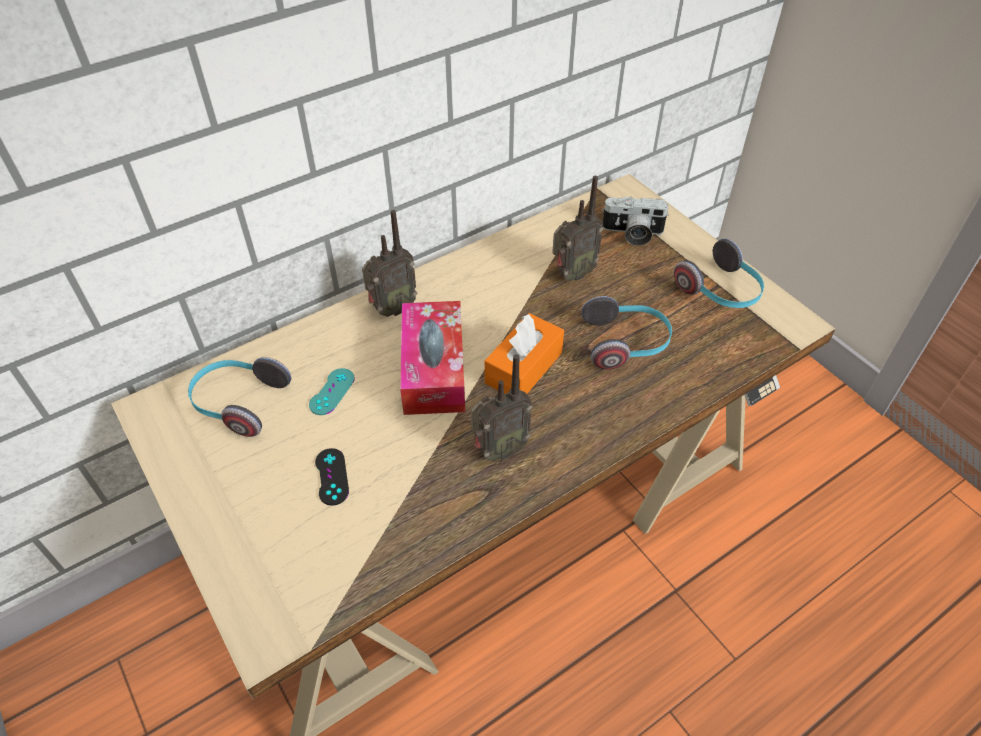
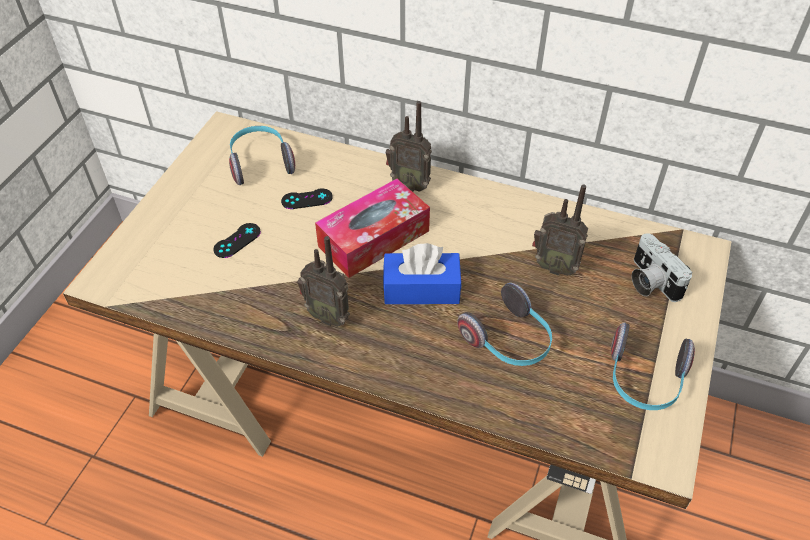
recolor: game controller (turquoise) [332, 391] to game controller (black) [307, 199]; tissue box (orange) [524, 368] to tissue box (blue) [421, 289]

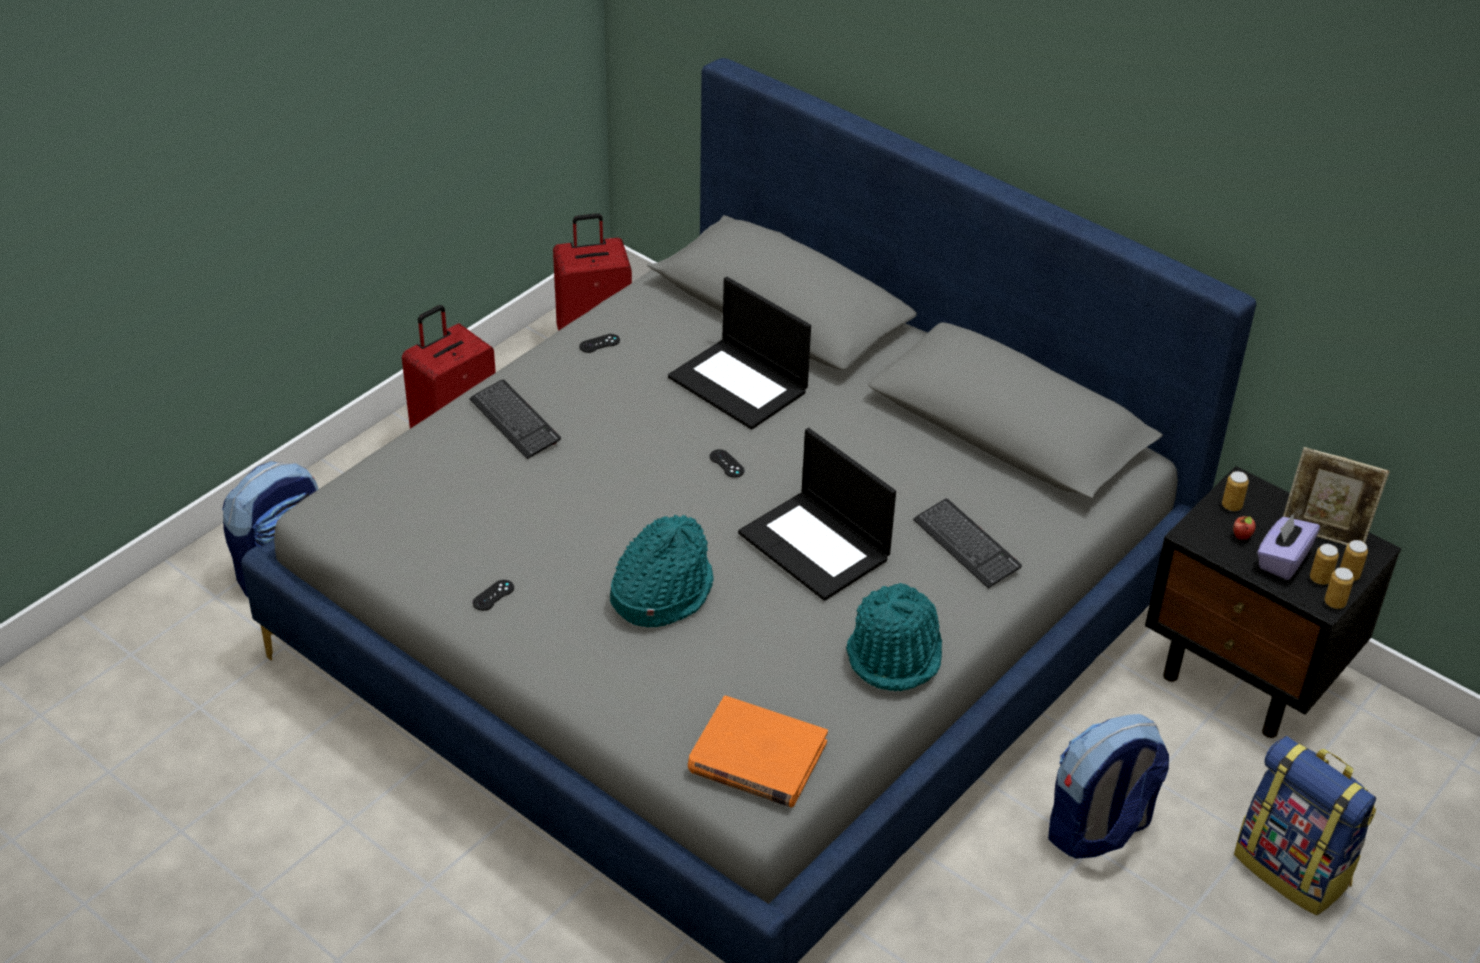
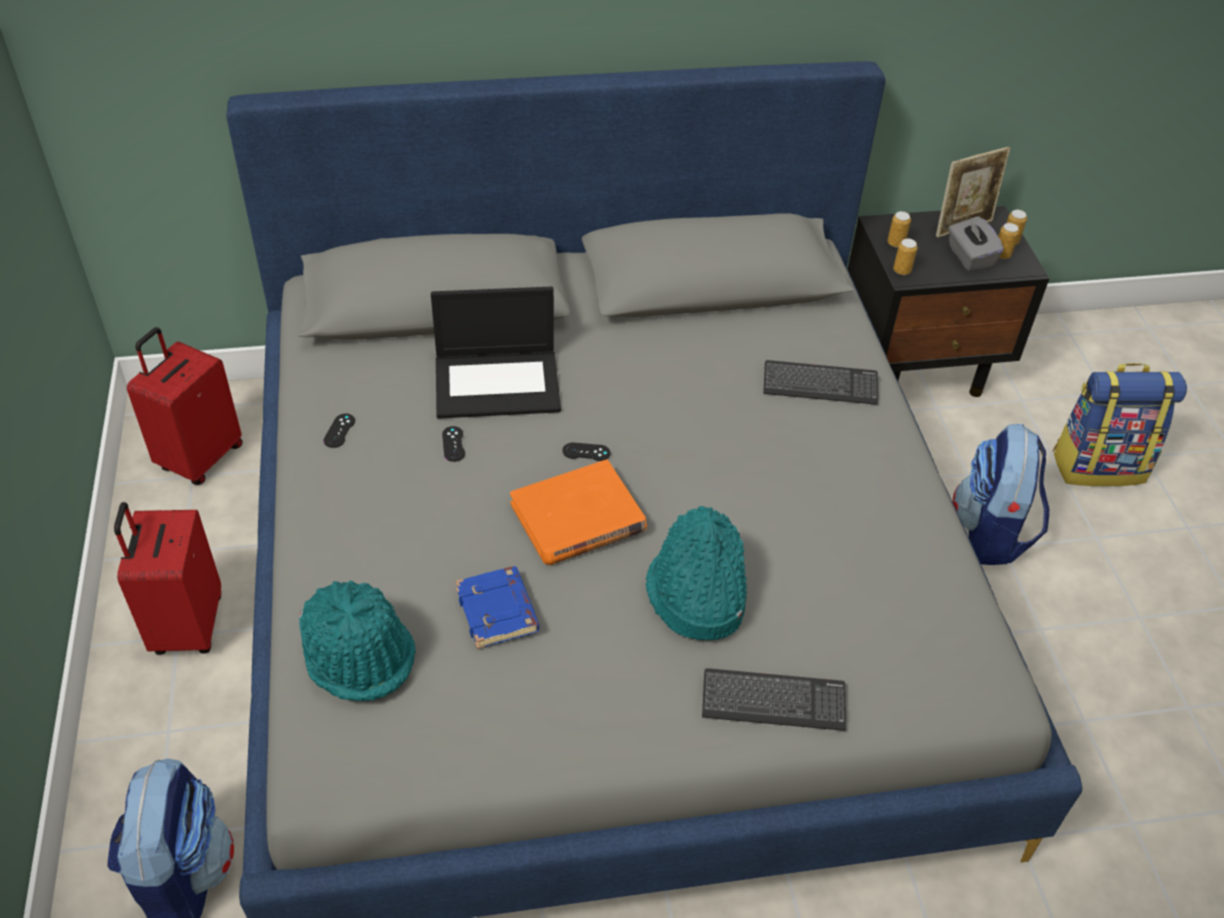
delete: laptop [816, 546]; apple [1242, 537]
insert: book (blue) [499, 611]
move: keyboard [515, 421] to [773, 701]; game controller (black) [493, 595] to [453, 444]; book (orange) [757, 757] to [578, 518]; hat (turquoise) [895, 654] to [359, 653]; can [1334, 603] to [901, 270]
recolor: tissue box (purple) [1282, 560] to tissue box (grey) [969, 257]

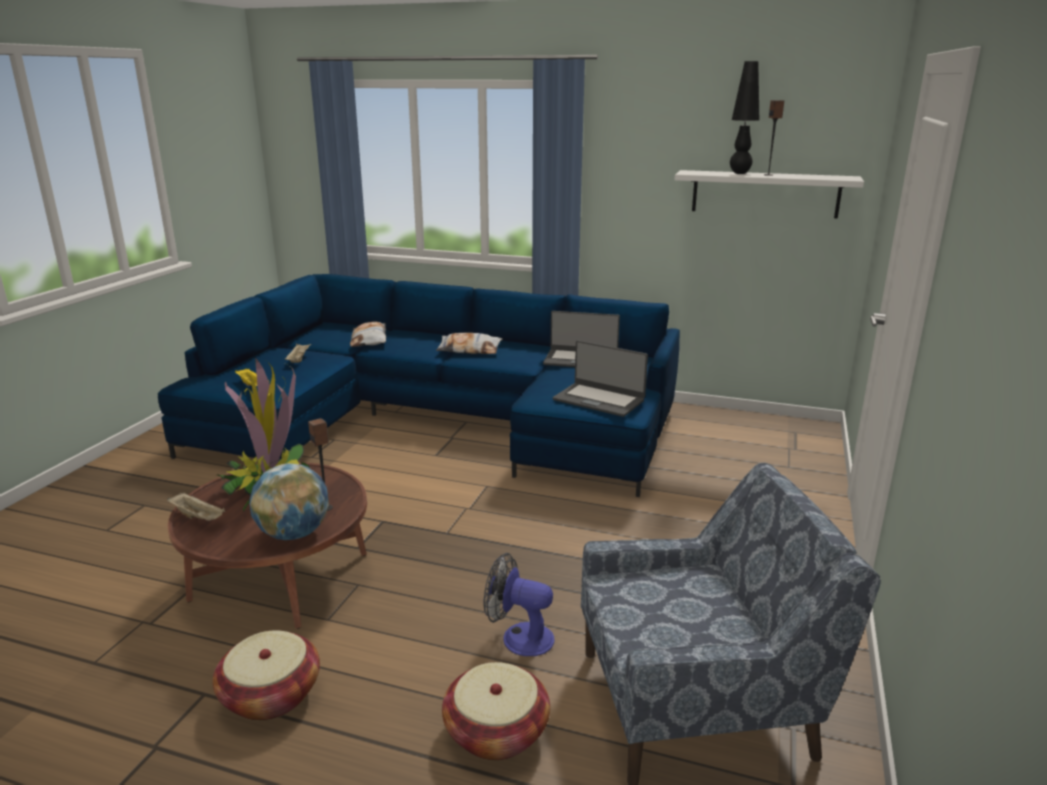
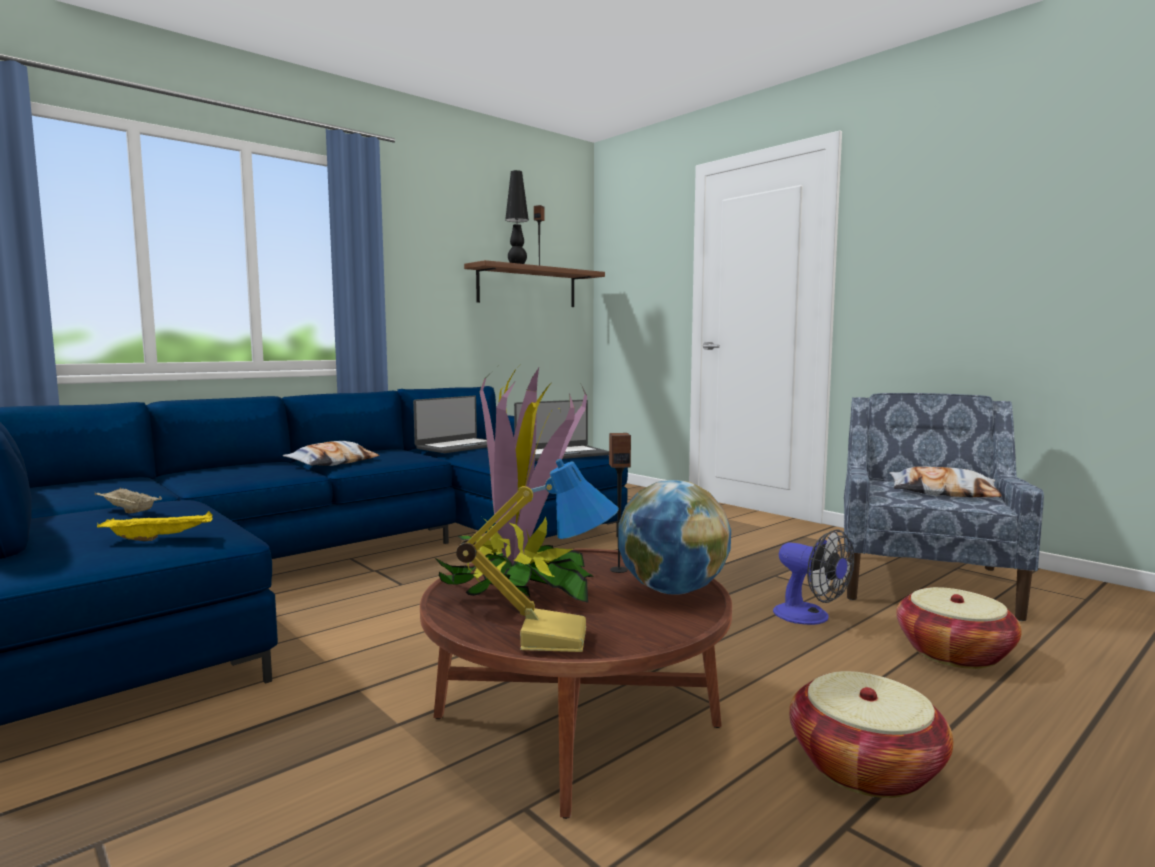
move: pillow [370, 340] to [943, 492]
replace: tray (beige) [198, 517] to table lamp [553, 636]
recolor: shelf (white) [765, 194] to shelf (brown) [527, 287]
rotate: fan [519, 637] = [810, 617] 90 degrees counterclockwise

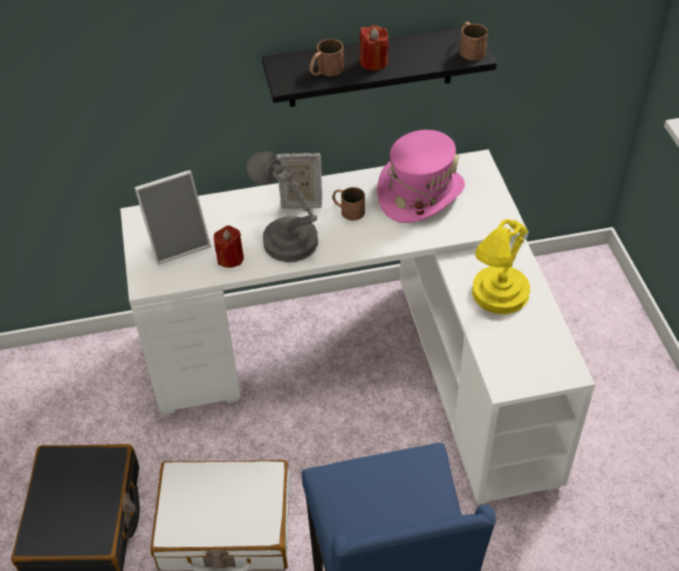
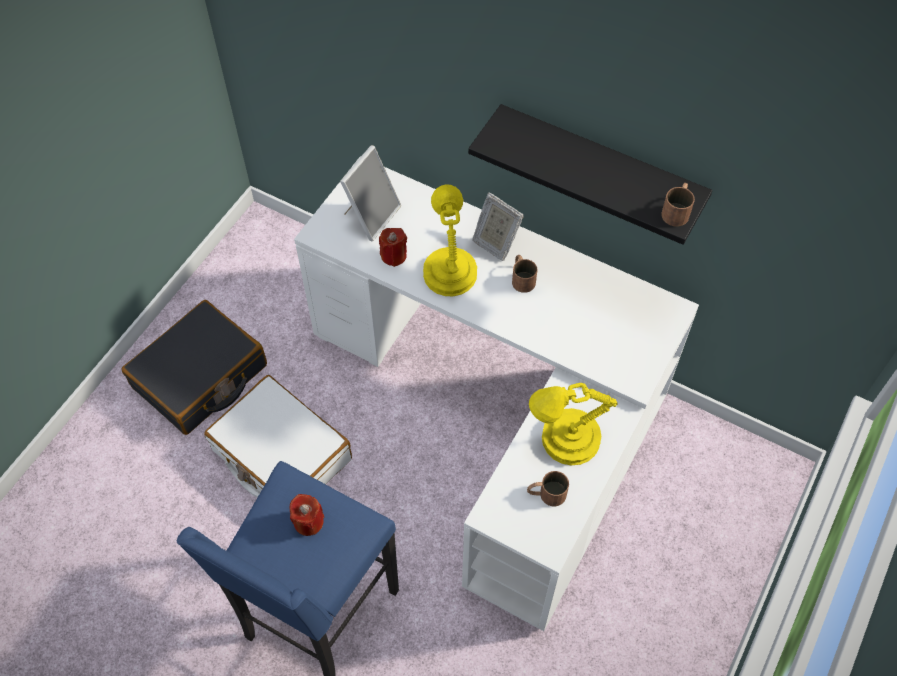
delete: hat (pink) [420, 193]
move: mug (brown) [325, 71] to [546, 494]; candle (red) [373, 62] to [308, 522]
recolor: table lamp (grey) [286, 240] to table lamp (yellow) [449, 270]
rotate: picture frame [178, 243] = [371, 215] 75 degrees counterclockwise

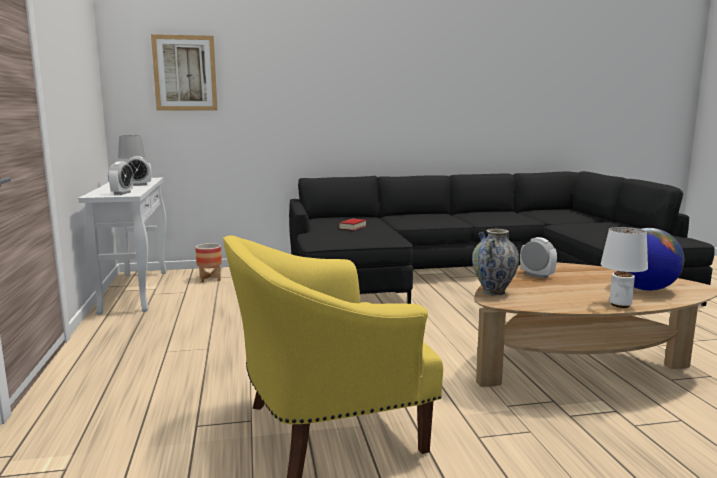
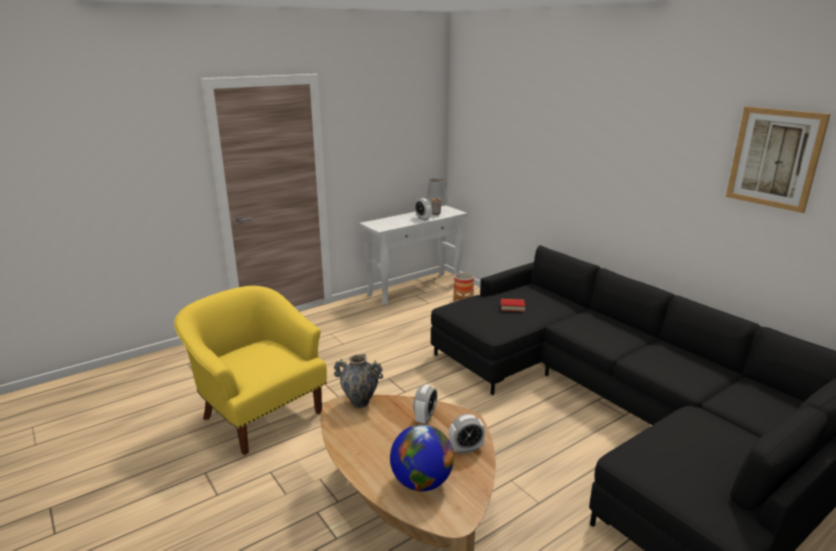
delete: table lamp (white) [620, 305]
move: alarm clock [122, 193] to [466, 448]; picture [185, 73] to [774, 158]

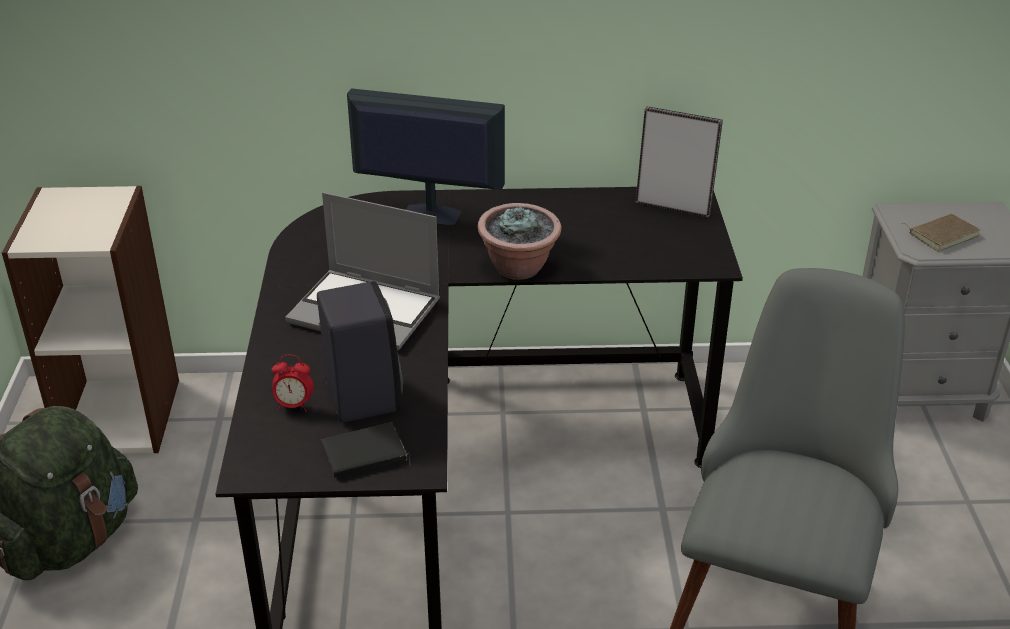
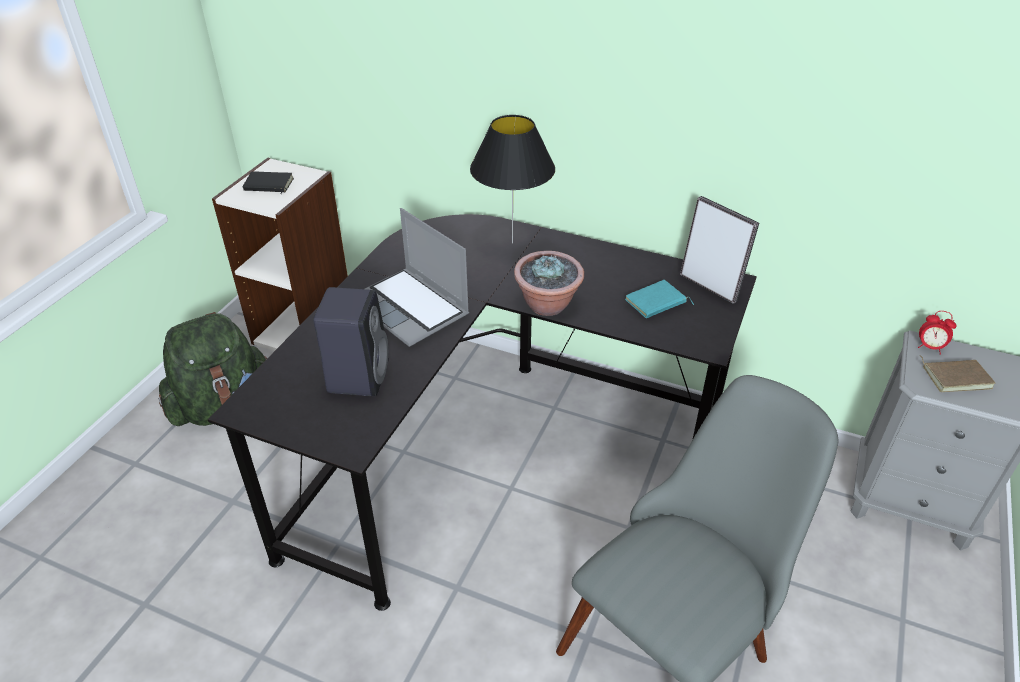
insert: book (turquoise) [656, 303]
move: alarm clock [294, 405] to [930, 347]; book (black) [365, 456] to [268, 185]
replace: monitor [429, 214] to table lamp (black) [512, 243]

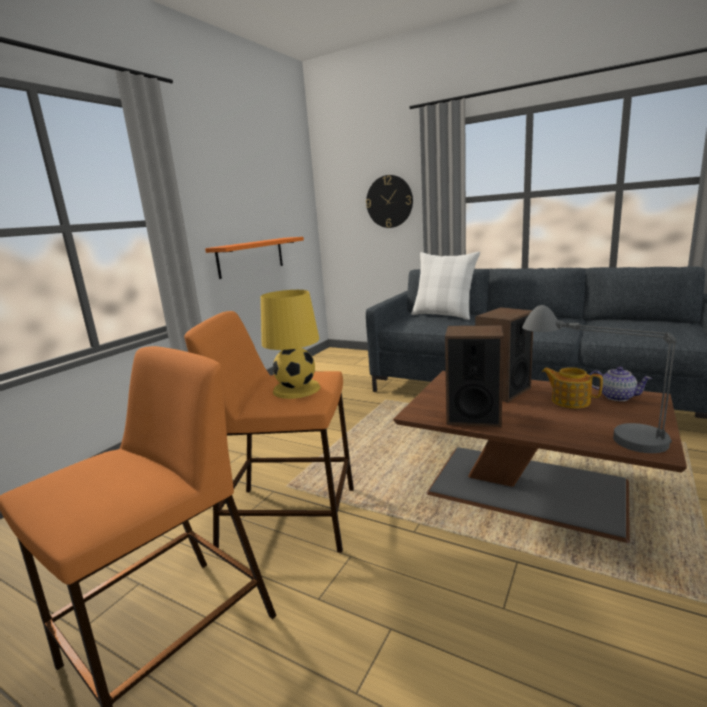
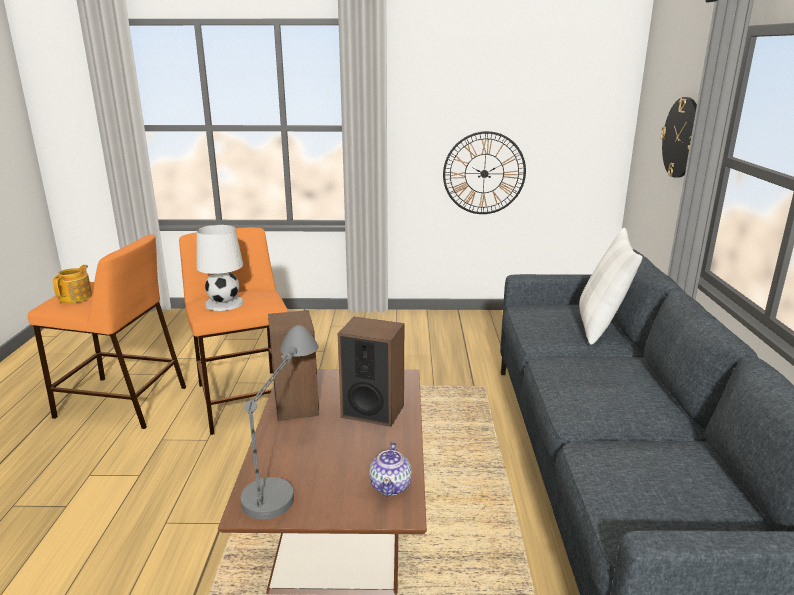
move: teapot [569, 401] to [76, 297]
replace: shelf (orange) [251, 257] to wall clock [484, 173]
recolor: table lamp (yellow) [296, 389] to table lamp (white) [224, 303]

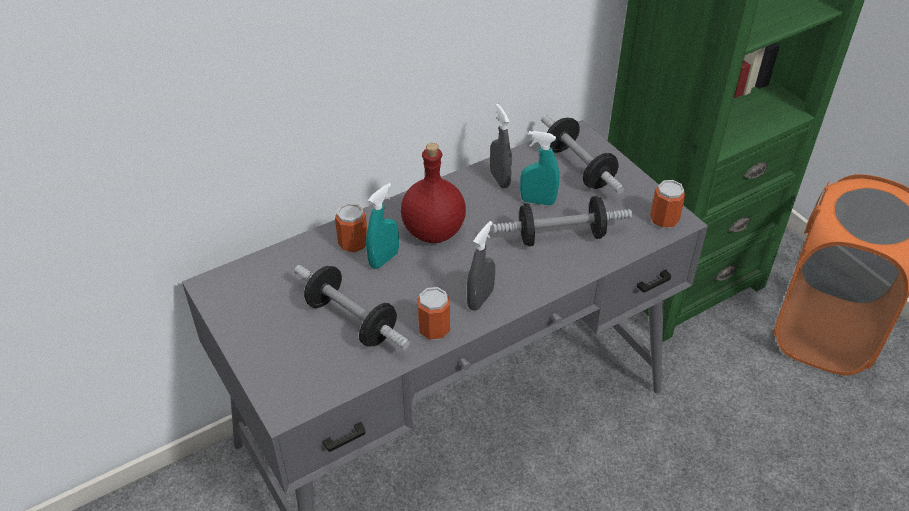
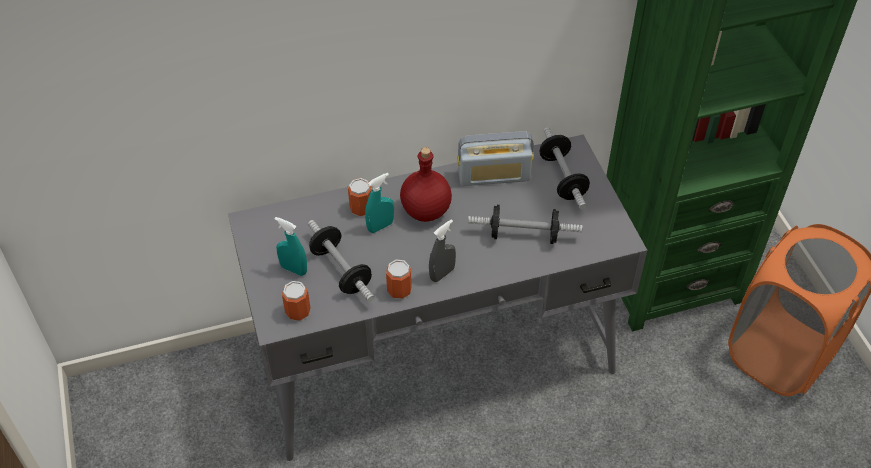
move: spray bottle (turquoise) [537, 201] to [293, 269]; can [664, 220] to [298, 312]
replace: spray bottle (grey) [499, 179] to radio [494, 176]

